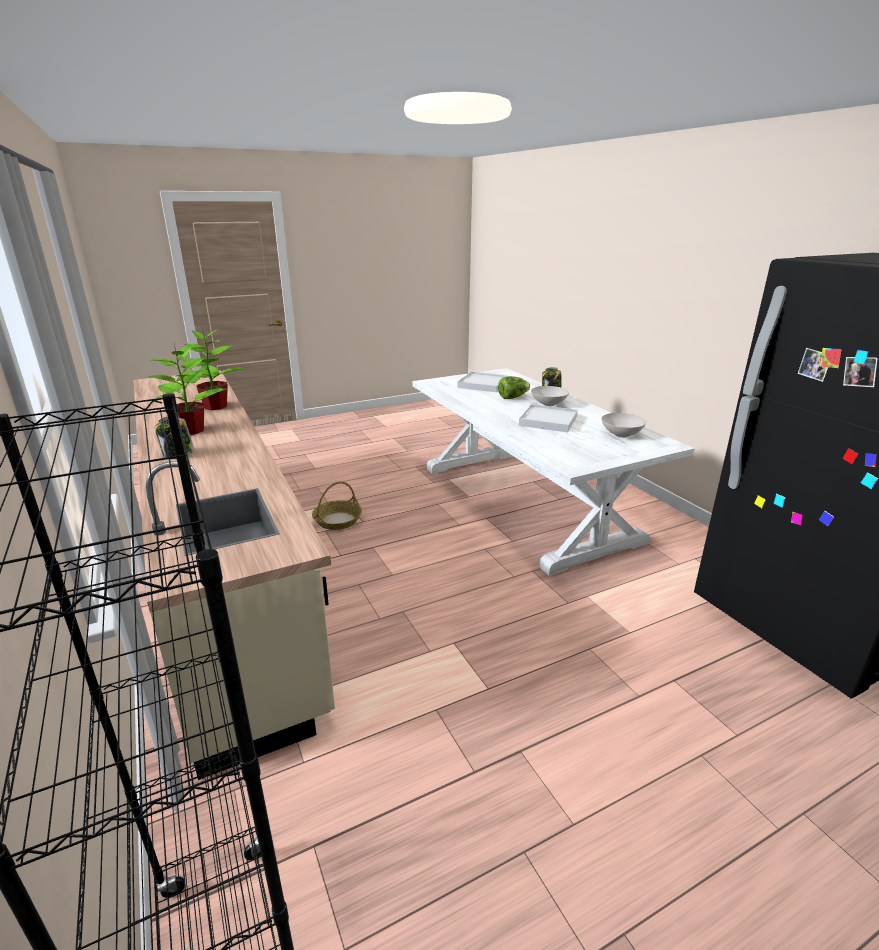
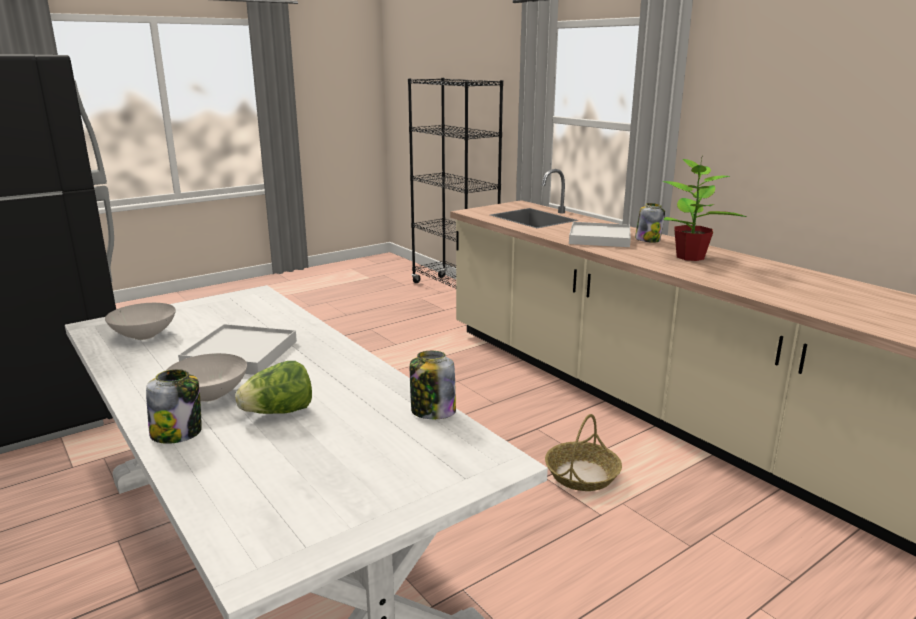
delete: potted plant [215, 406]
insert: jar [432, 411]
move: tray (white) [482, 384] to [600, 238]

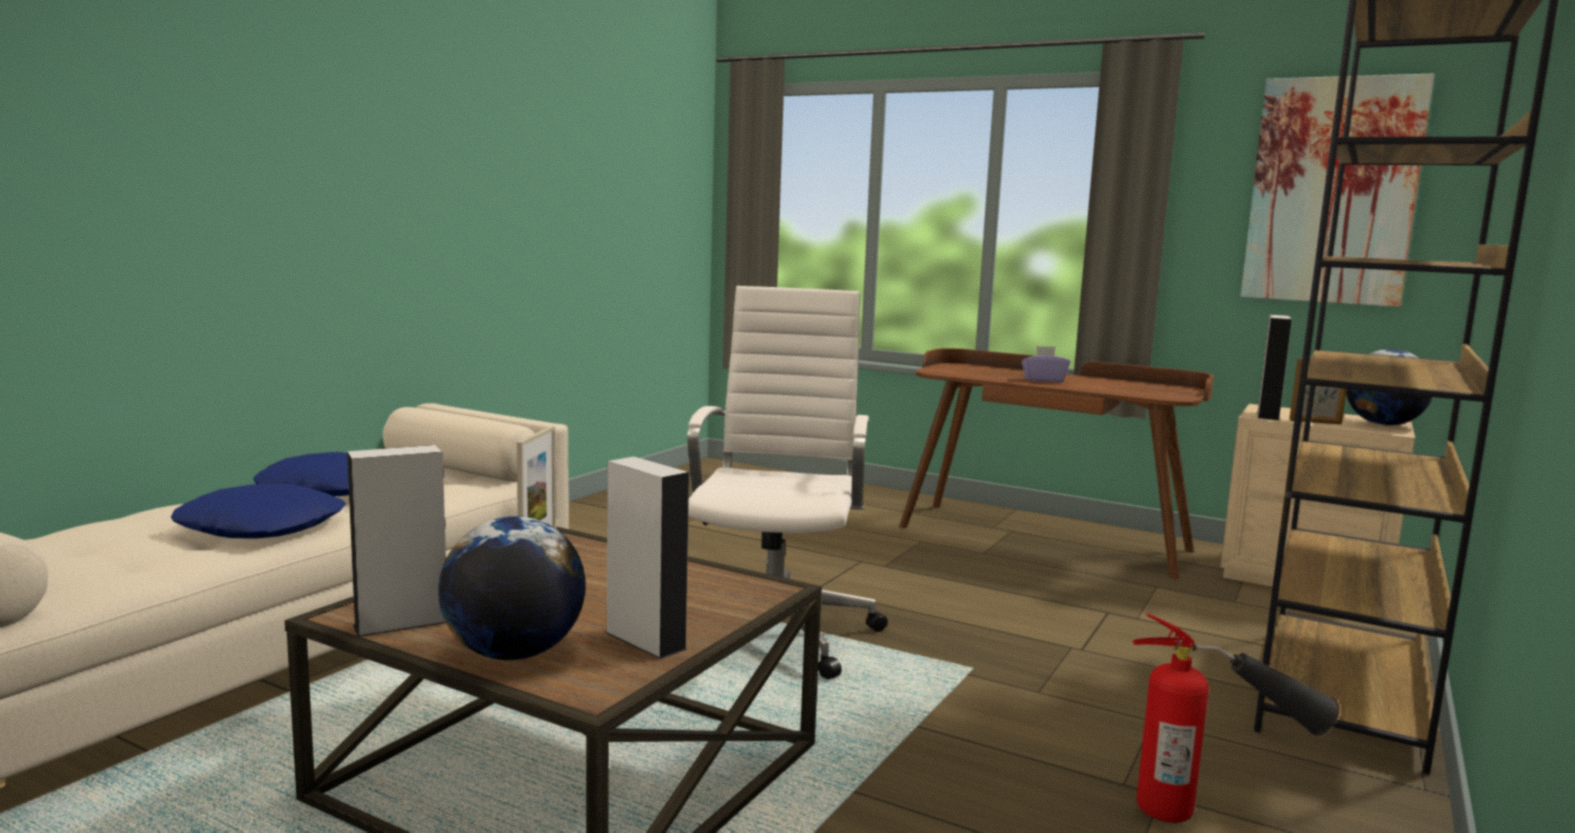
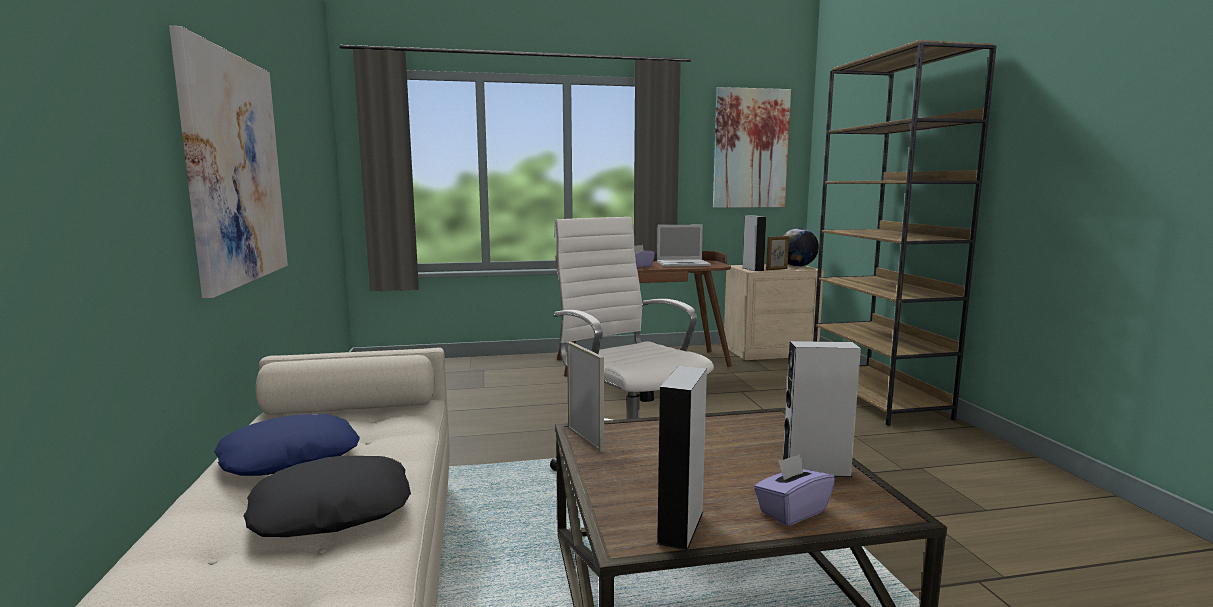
delete: fire extinguisher [1217, 812]
insert: picture [235, 169]; laptop [684, 263]
replace: globe [513, 654] to tissue box (purple) [792, 511]
recolor: pillow (blue) [262, 527] to pillow (black) [332, 509]

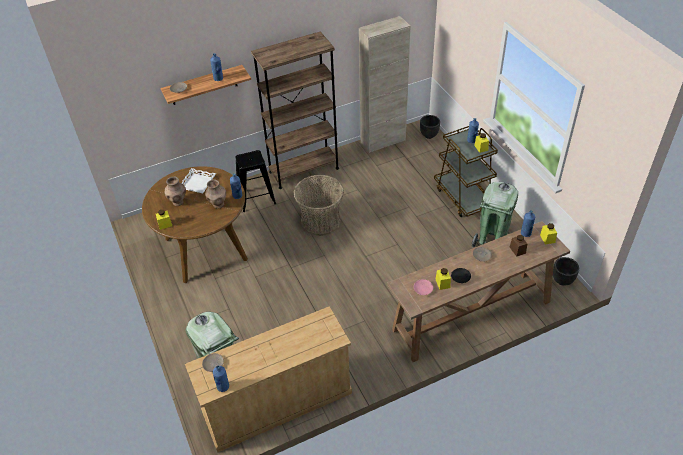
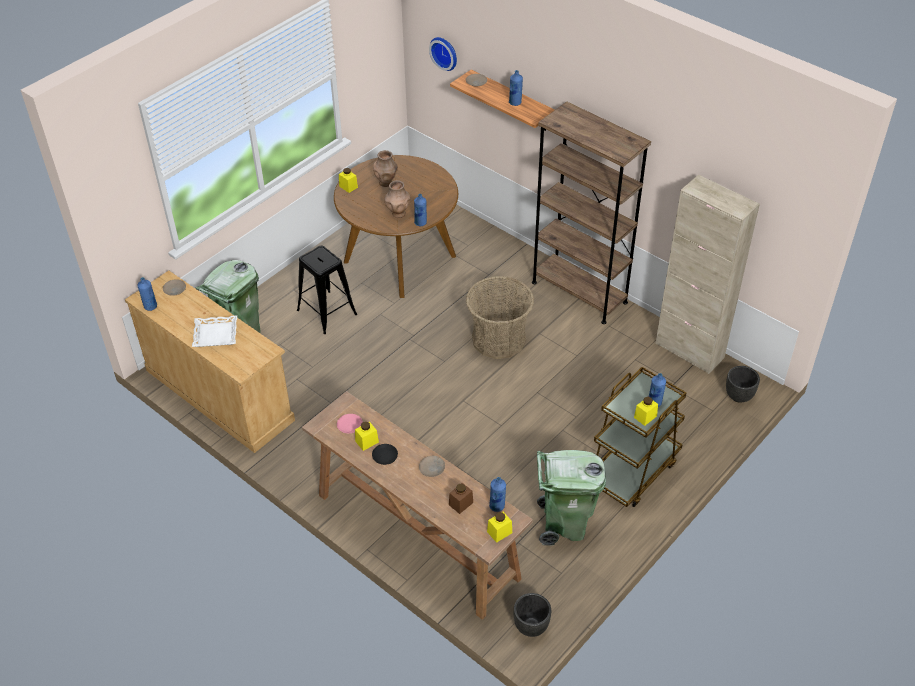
insert: wall clock [445, 52]
move: tray (white) [197, 183] to [215, 334]; stool (black) [256, 198] to [326, 312]

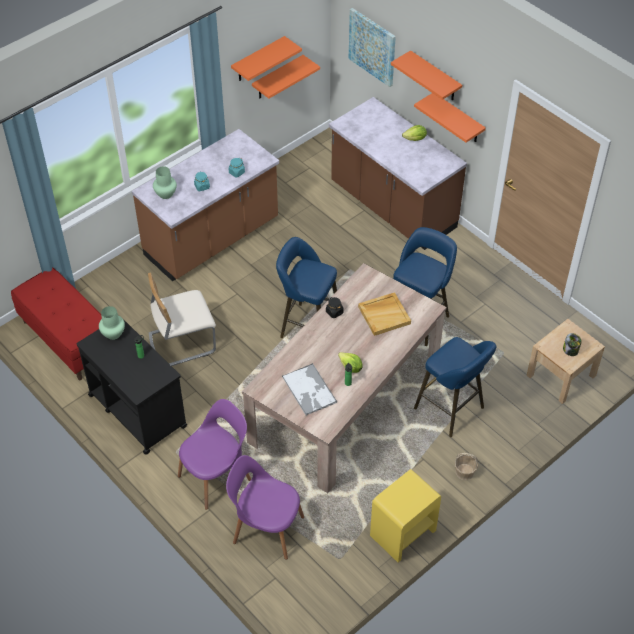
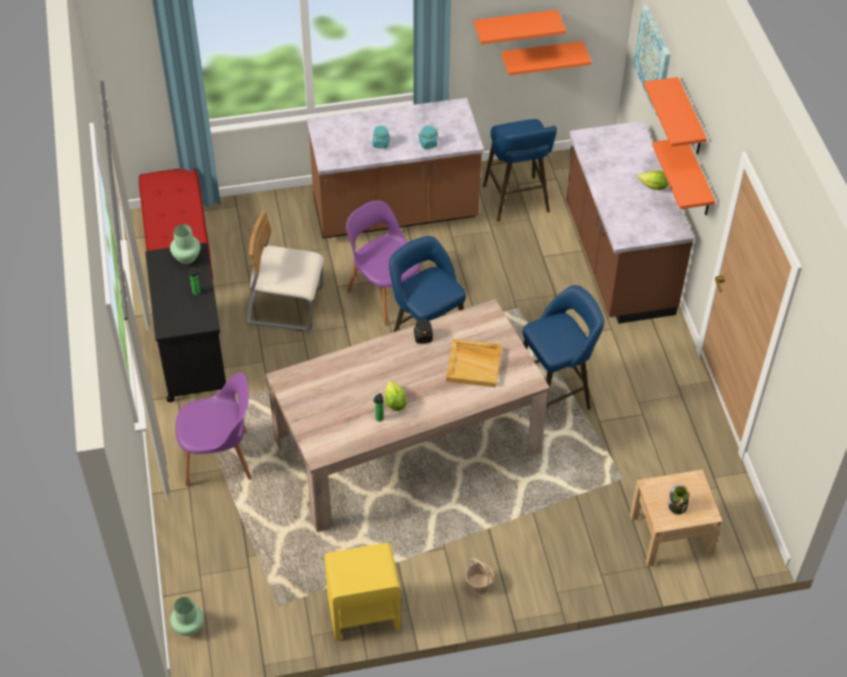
delete: tray [309, 390]
move: vase (green) [166, 194] to [189, 627]; chair (purple) [266, 528] to [385, 293]; stool (blue) [452, 410] to [517, 201]

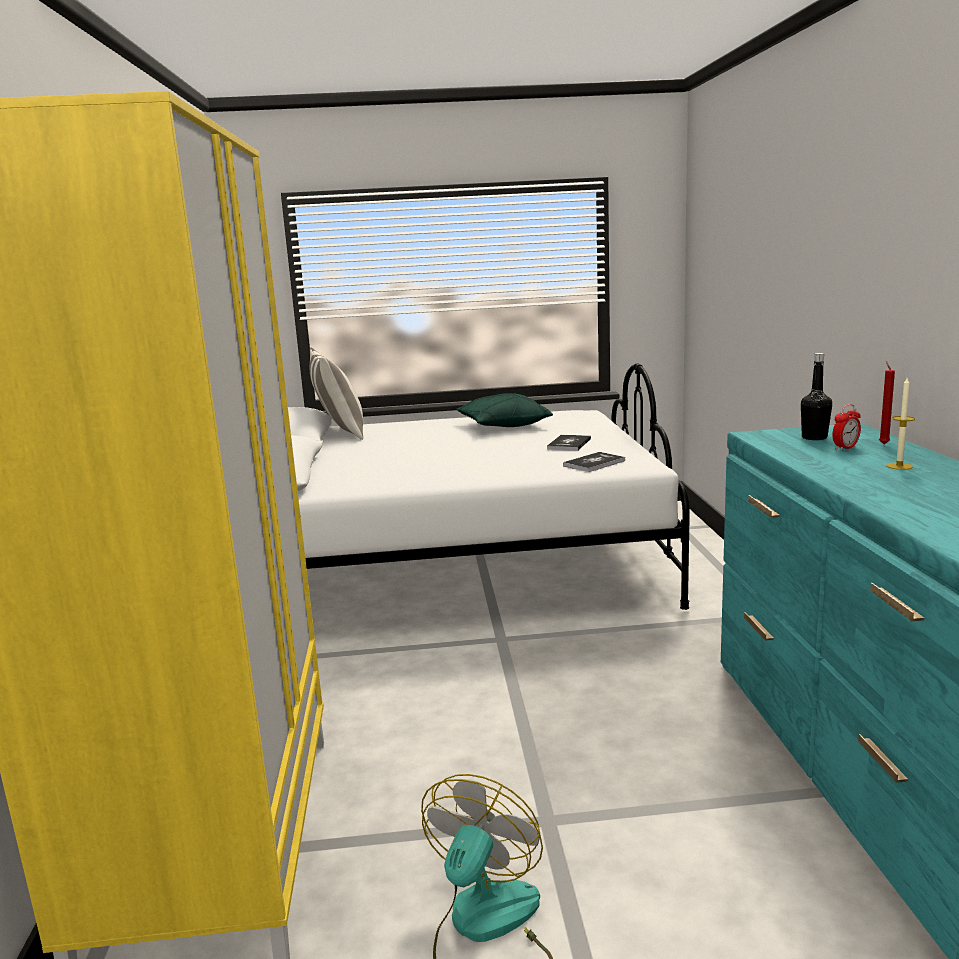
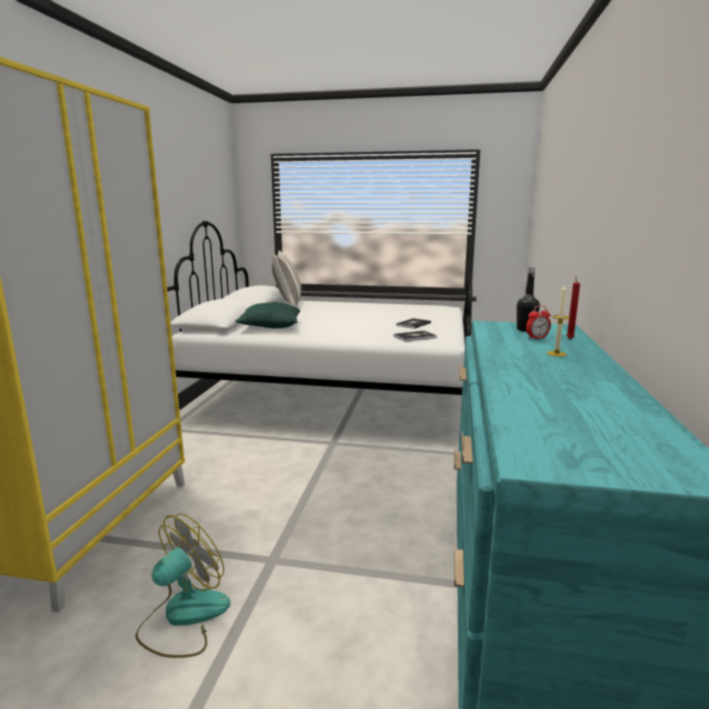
move: pillow (green) [503, 426] to [270, 327]

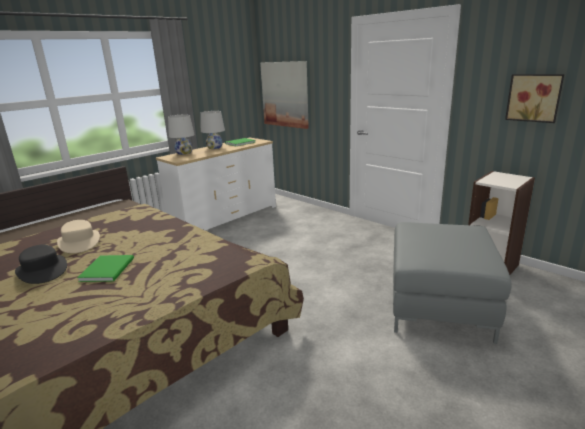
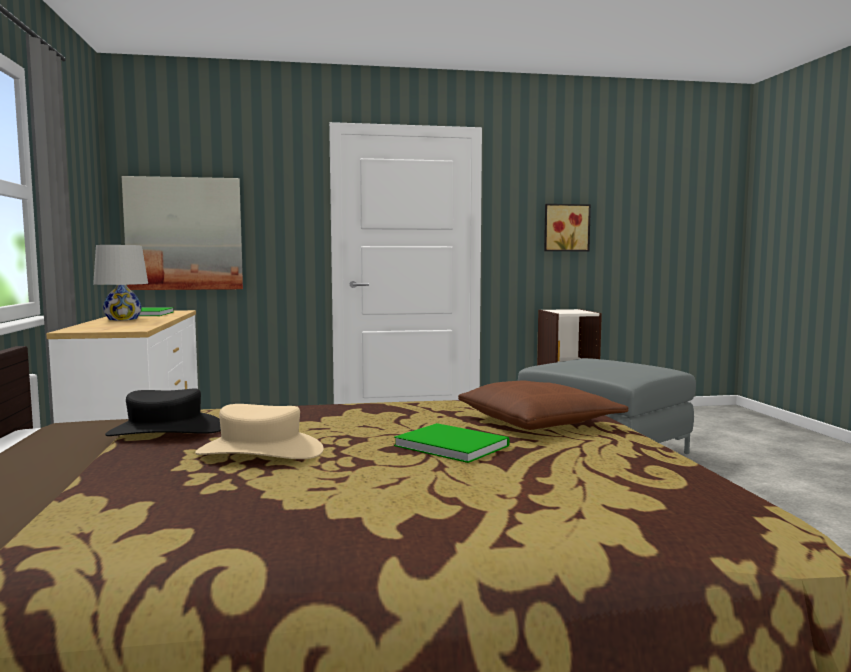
delete: table lamp (white) [184, 153]
insert: pillow (brown) [539, 421]
move: hat (black) [42, 270] to [166, 431]

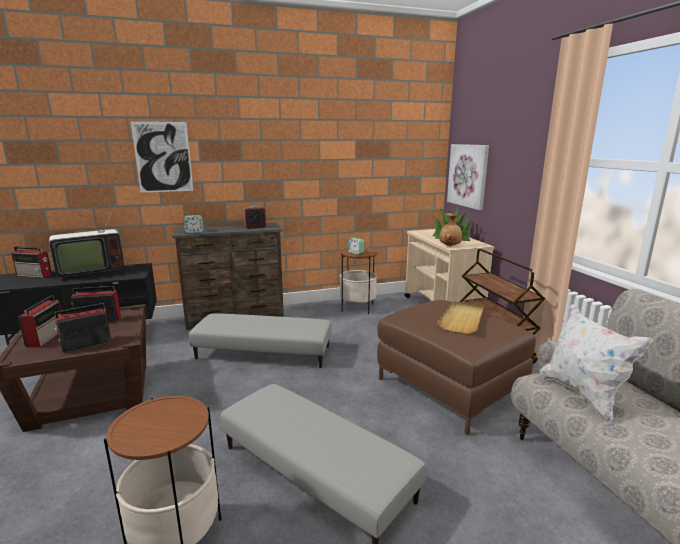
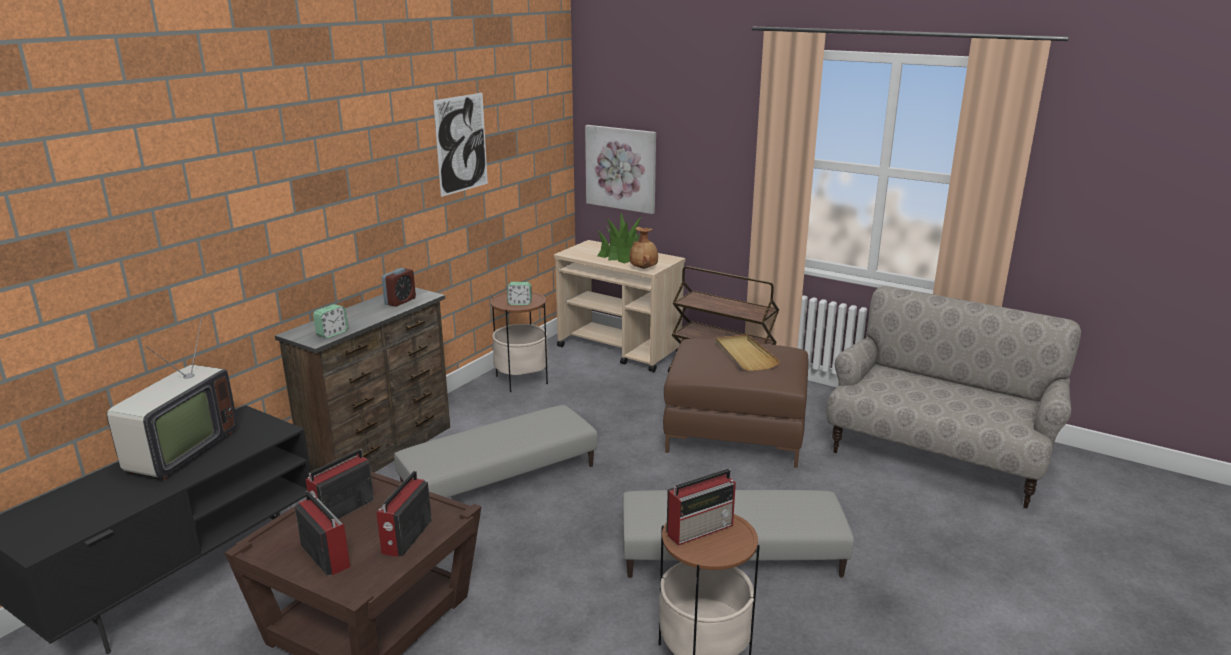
delete: pillow (white) [582, 394]
move: radio [35, 275] to [701, 529]; picture [163, 157] to [461, 144]

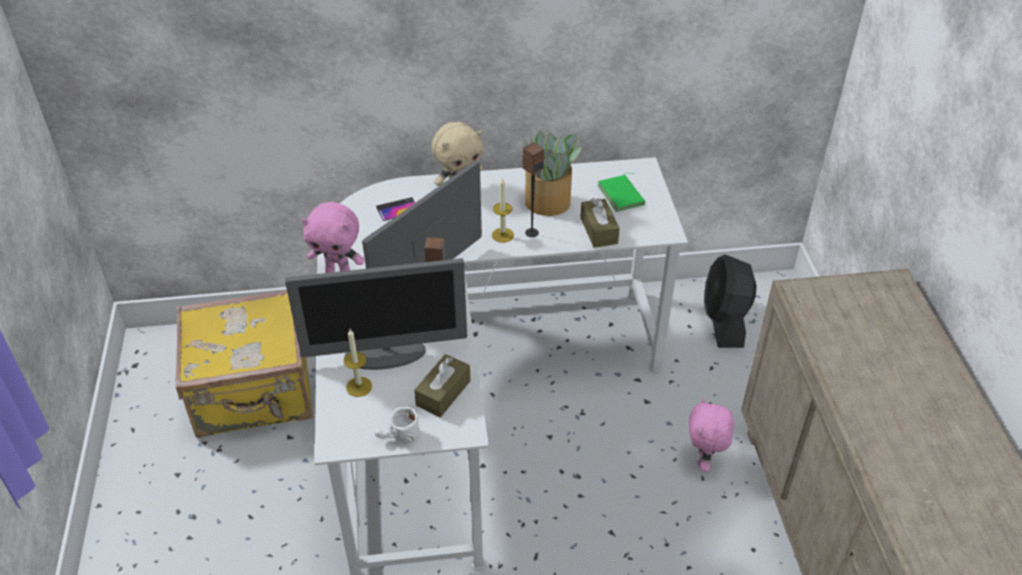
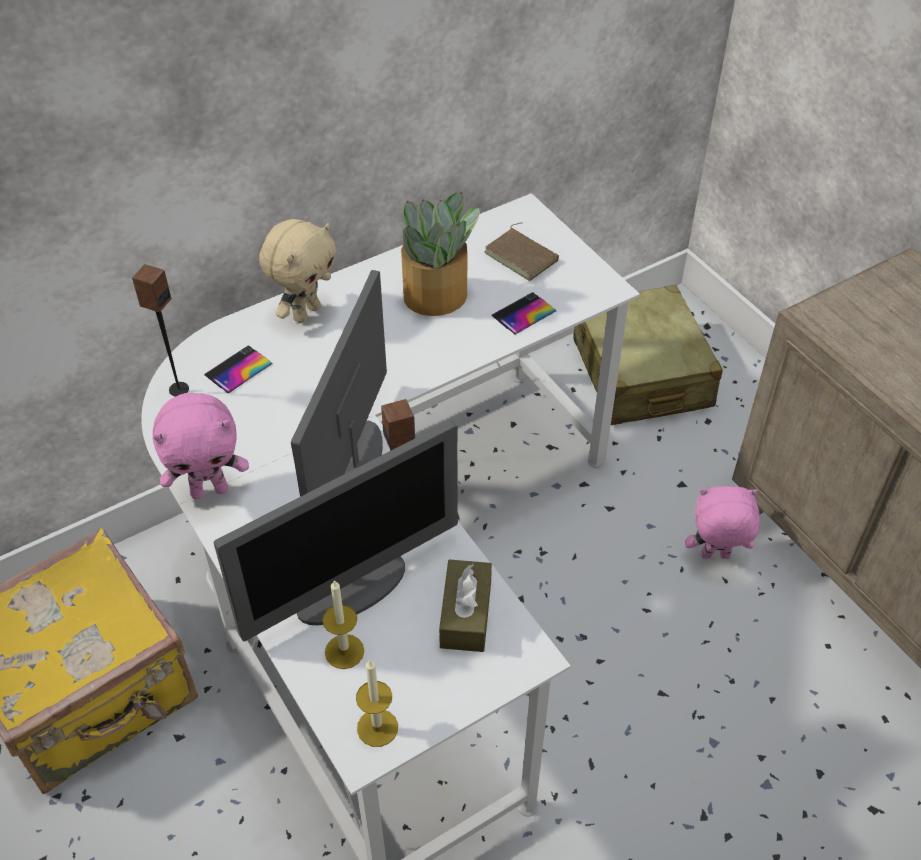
delete: mug (white) [398, 438]
move: candle [502, 235] to [377, 727]; speaker [531, 232] to [178, 389]
replace: tissue box (brown) [598, 230] to phone [523, 313]; fan (black) [724, 321] to suitcase (beige) [641, 373]
recolor: book (green) [622, 195] to book (brown) [523, 256]
rotate: plush toy (pink) [704, 460] = [715, 557] 105 degrees clockwise

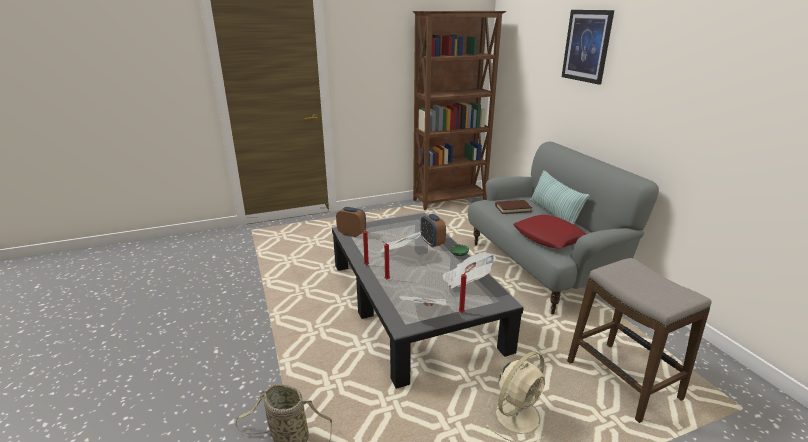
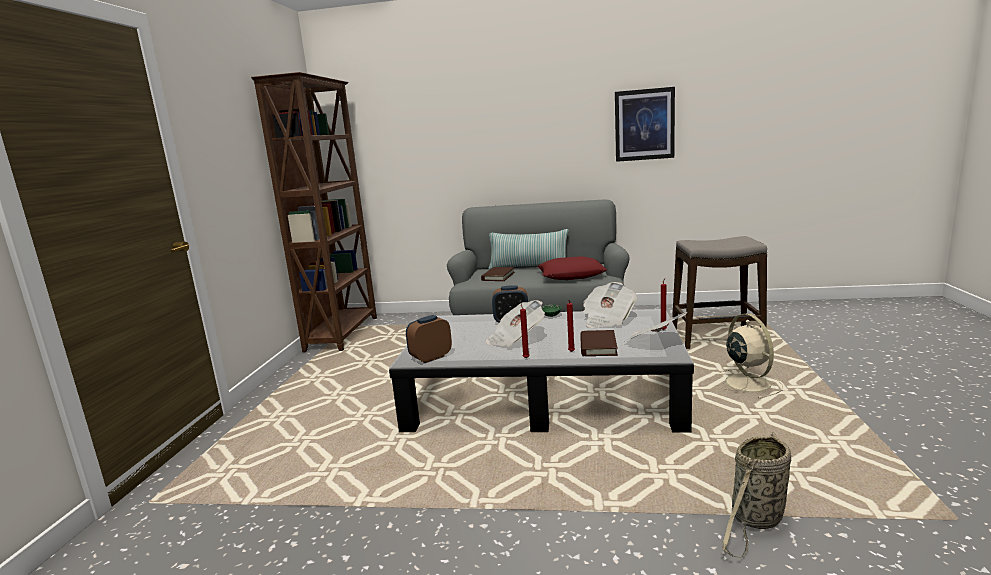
insert: book (brown) [598, 346]
move: picture [586, 46] to [644, 125]

